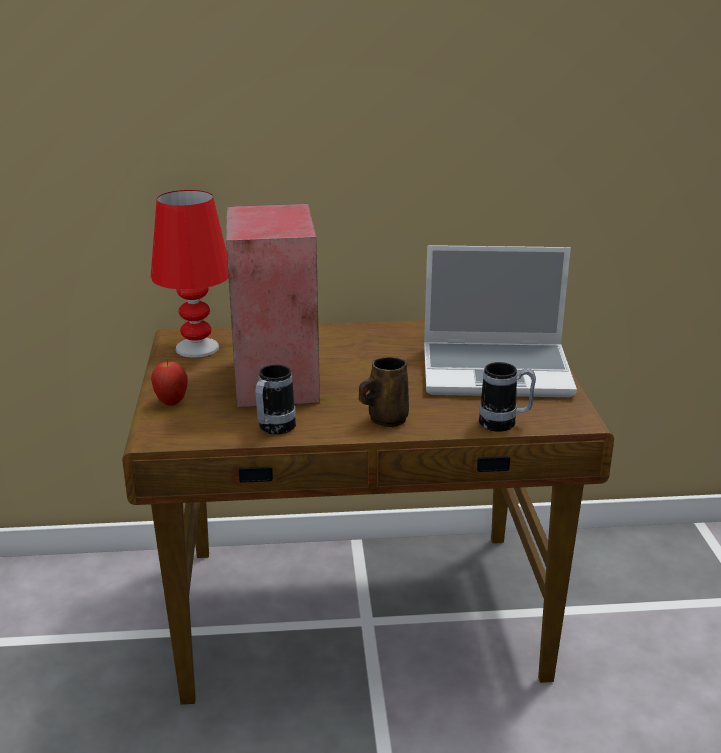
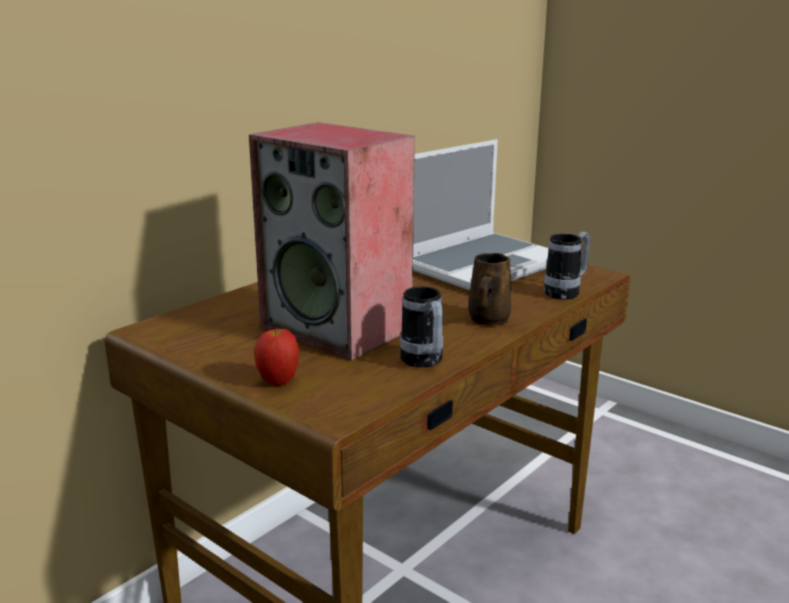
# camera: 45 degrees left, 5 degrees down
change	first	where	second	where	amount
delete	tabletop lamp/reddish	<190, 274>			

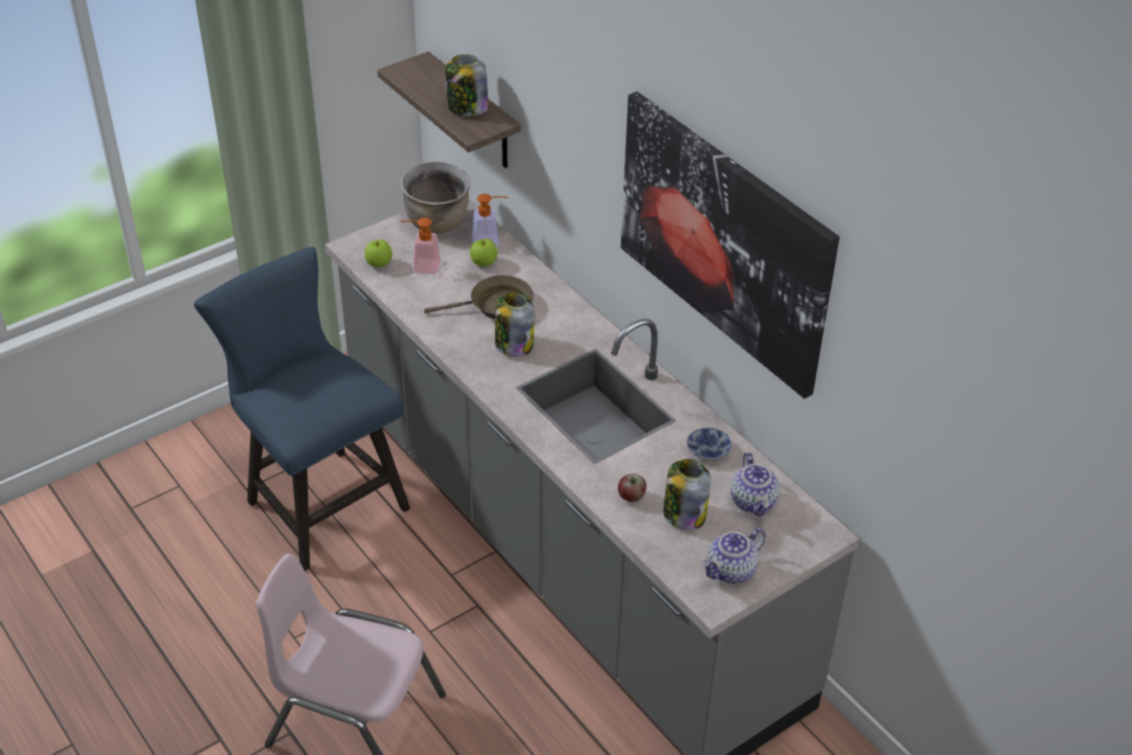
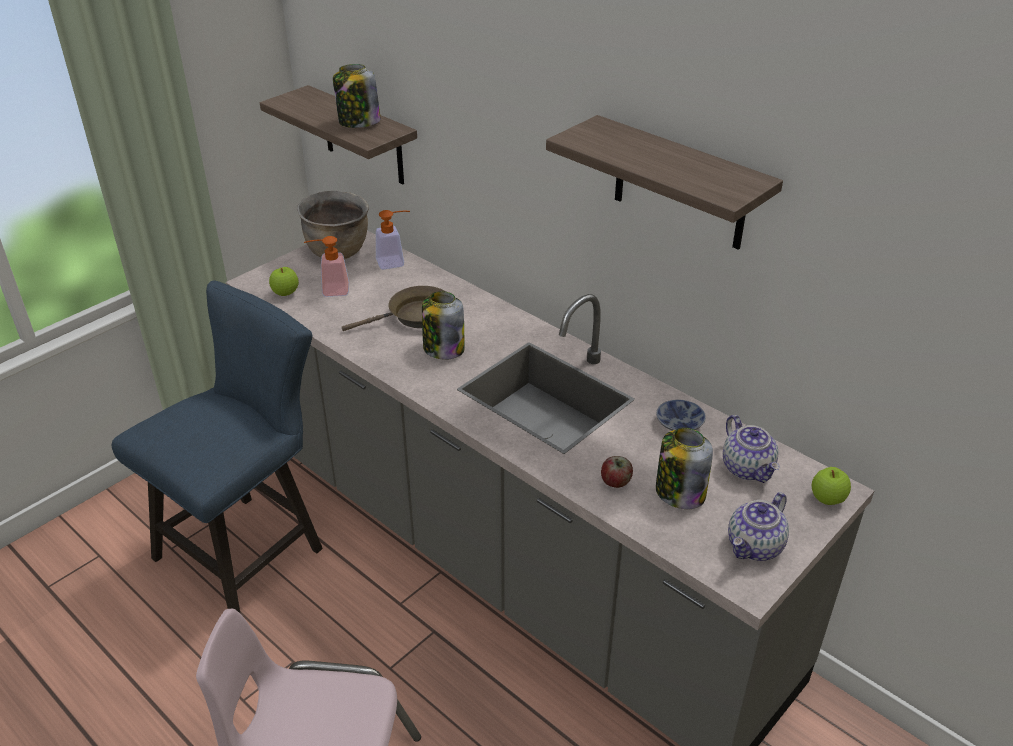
# camera: 10 degrees left, 5 degrees down
change	first	where	second	where	amount
move	whole apple	<484, 252>		<831, 486>	
replace	wall picture	<730, 245>	wall shelf	<664, 182>	
rotate	upright chair/bluish	<302, 409>		<217, 447>	90 degrees clockwise

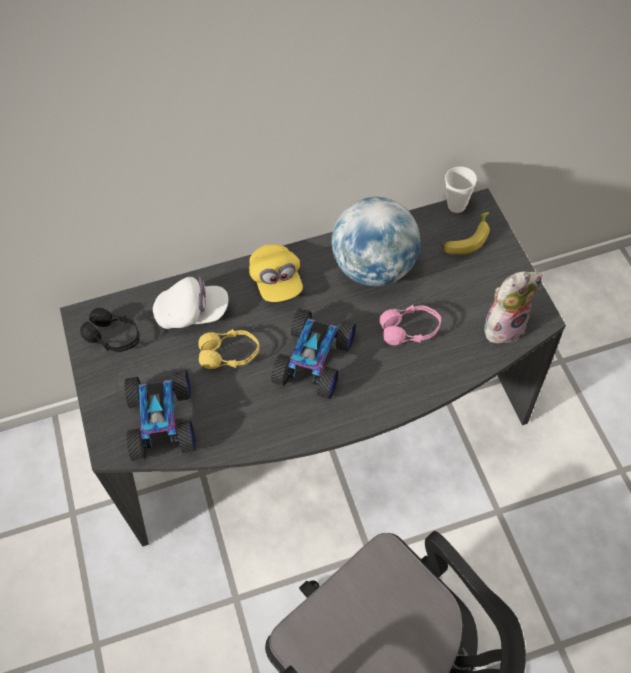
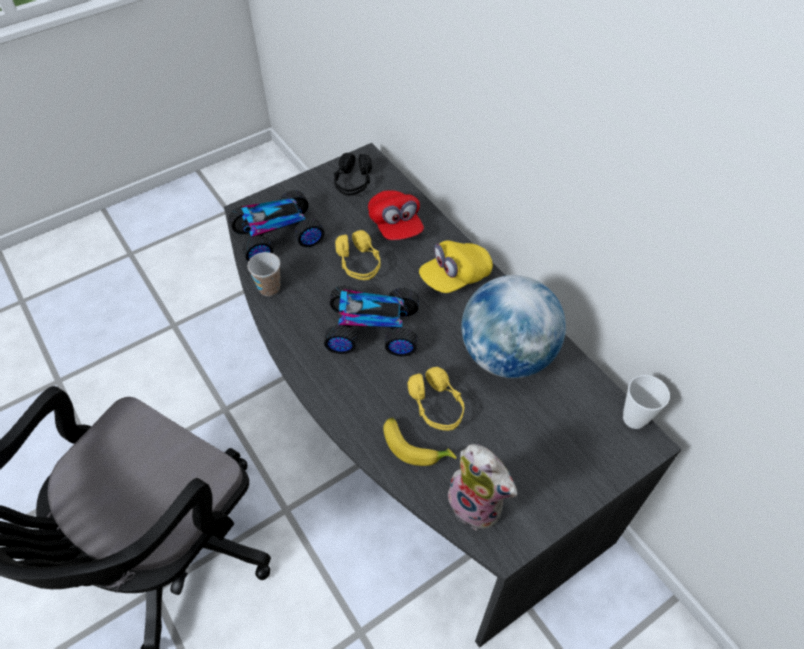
# camera: 70 degrees right, 5 degrees down
change	first	where	second	where	amount
insert			cup	<264, 274>	
move	banana	<466, 233>		<419, 441>	
recolor	peaked cap/whitish	<190, 302>	peaked cap/reddish	<396, 215>	
recolor	pair of headphones/pink	<410, 325>	pair of headphones/yellow	<436, 399>	

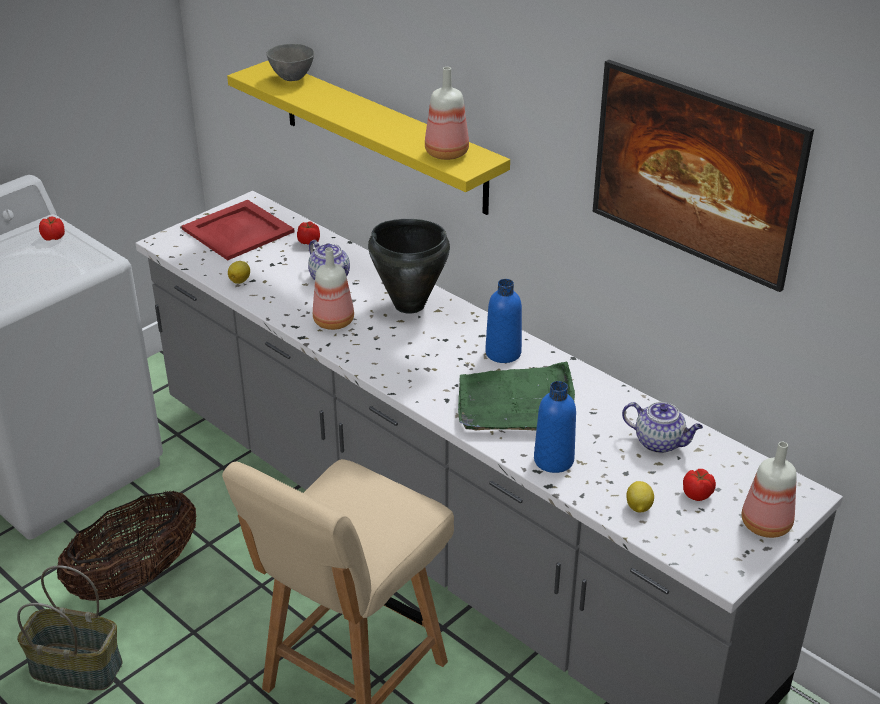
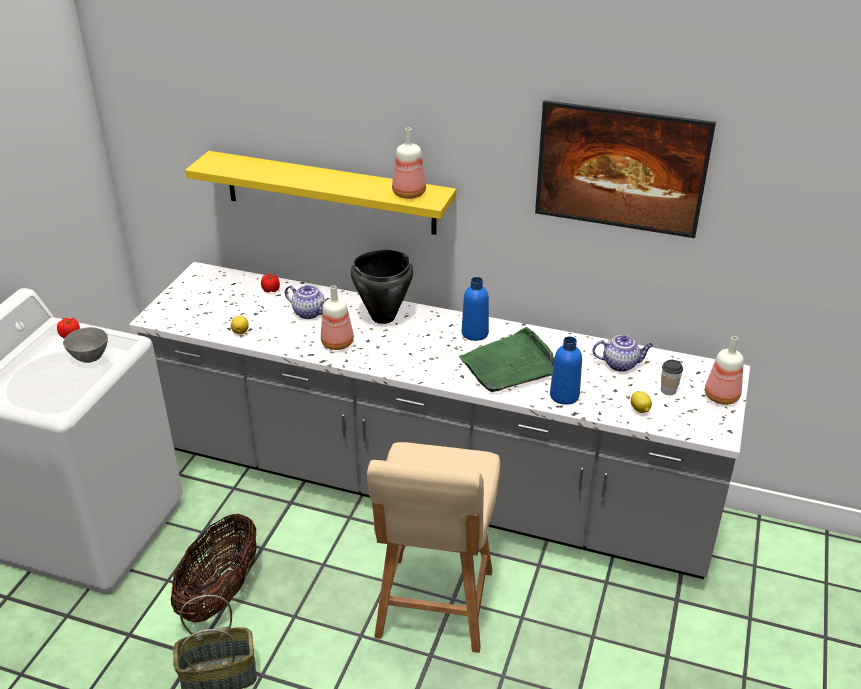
# camera: 25 degrees left, 0 degrees up
change	first	where	second	where	amount
delete	carrying tray/reddish	<238, 230>			
move	deep dish/grey	<290, 62>		<85, 345>	
replace	tomato	<699, 485>	cup	<672, 377>	

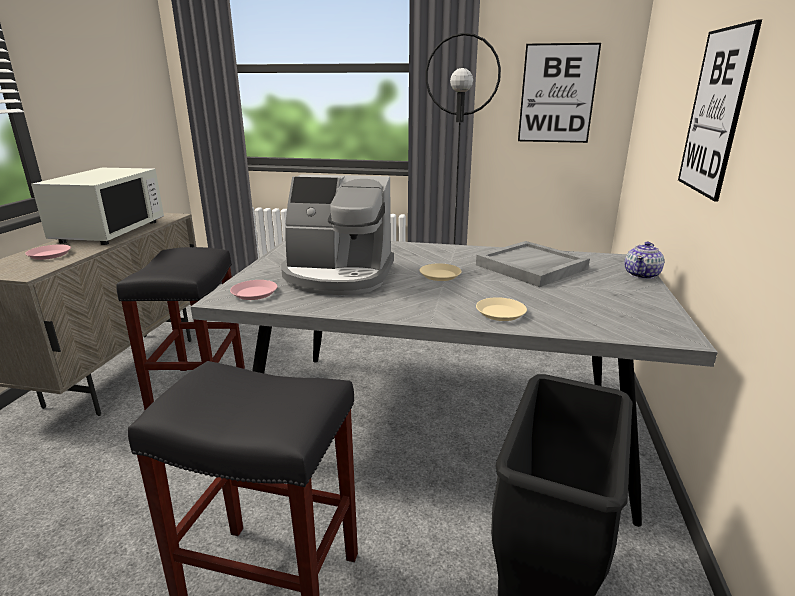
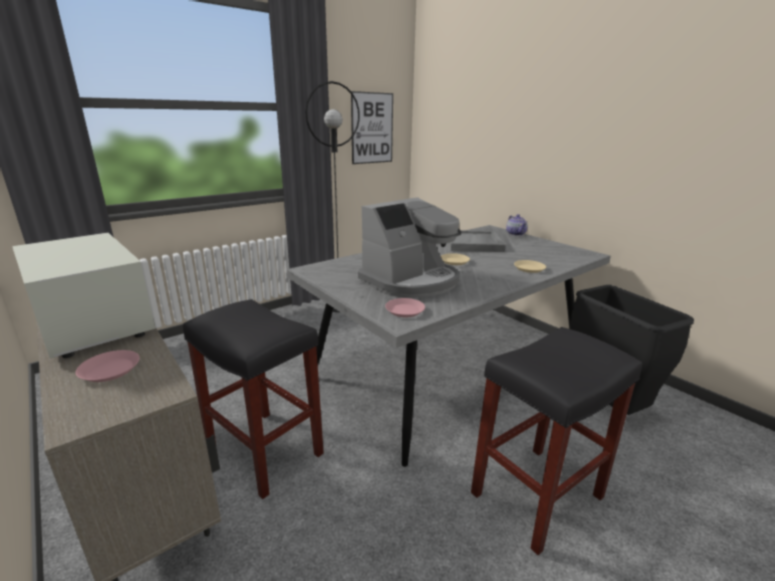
# camera: 50 degrees left, 0 degrees up
change	first	where	second	where	amount
delete	wall picture	<720, 110>			

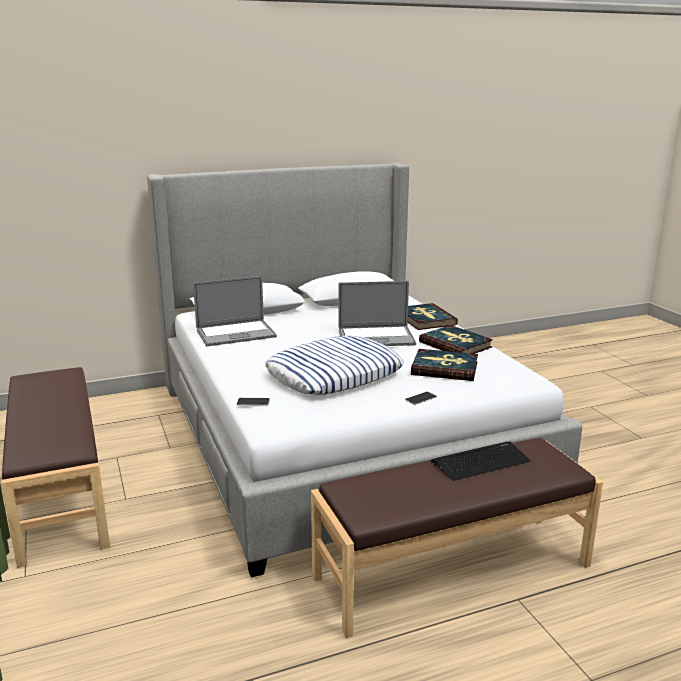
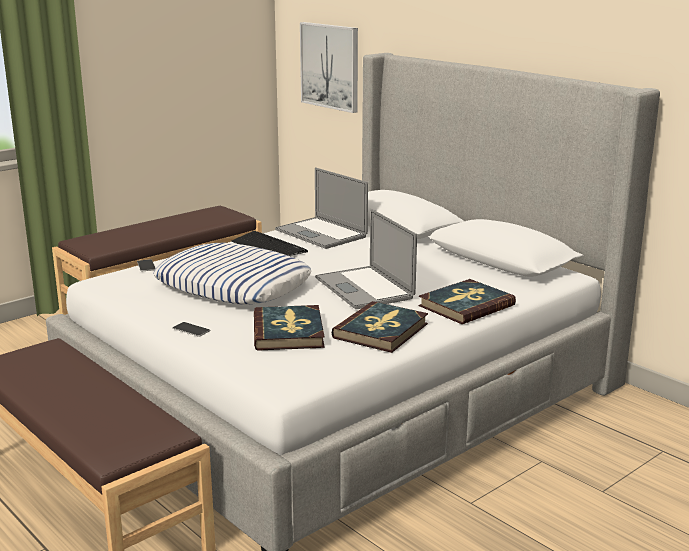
# camera: 70 degrees right, 0 degrees up
change	first	where	second	where	amount
insert			wall picture	<329, 67>	
move	PC keyboard	<480, 461>		<269, 243>	

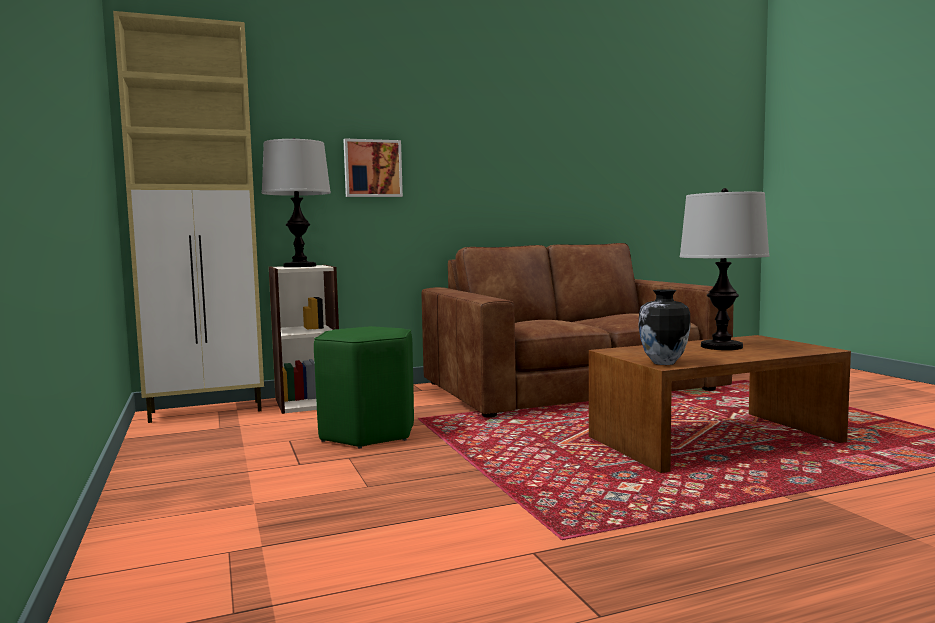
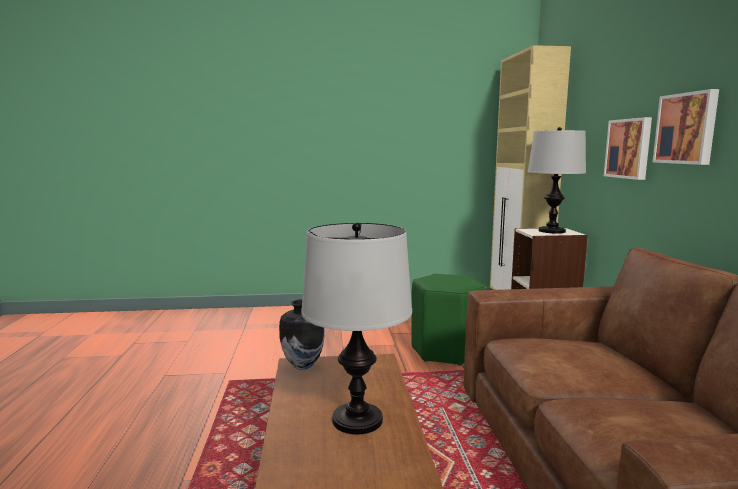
# camera: 105 degrees right, 5 degrees up
change	first	where	second	where	amount
insert			wall picture	<686, 127>	

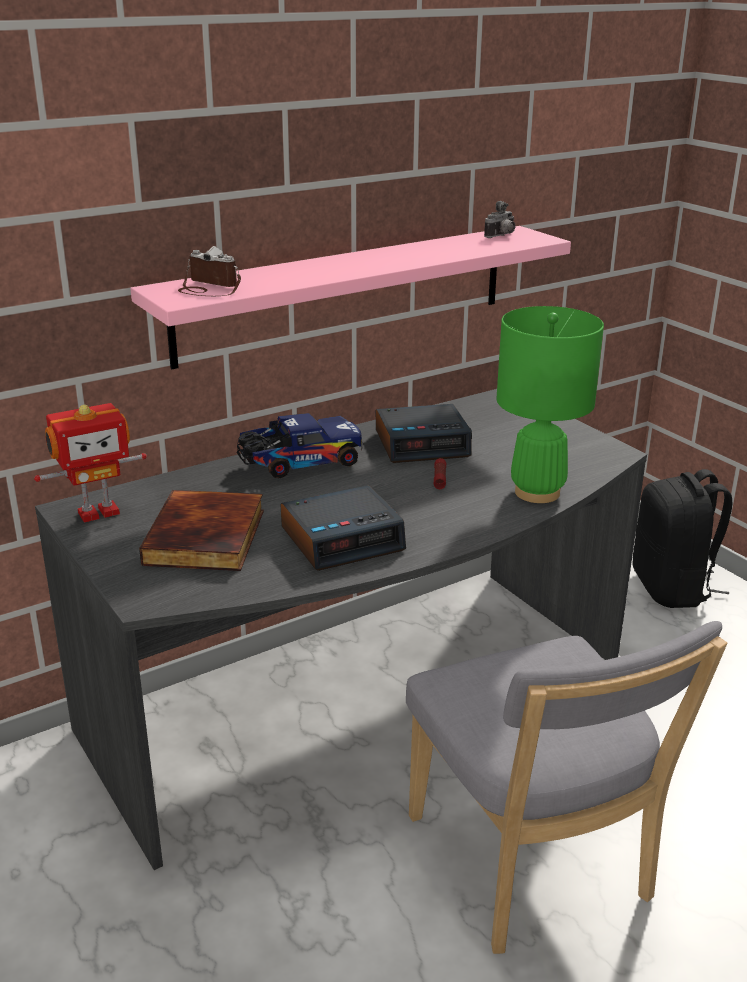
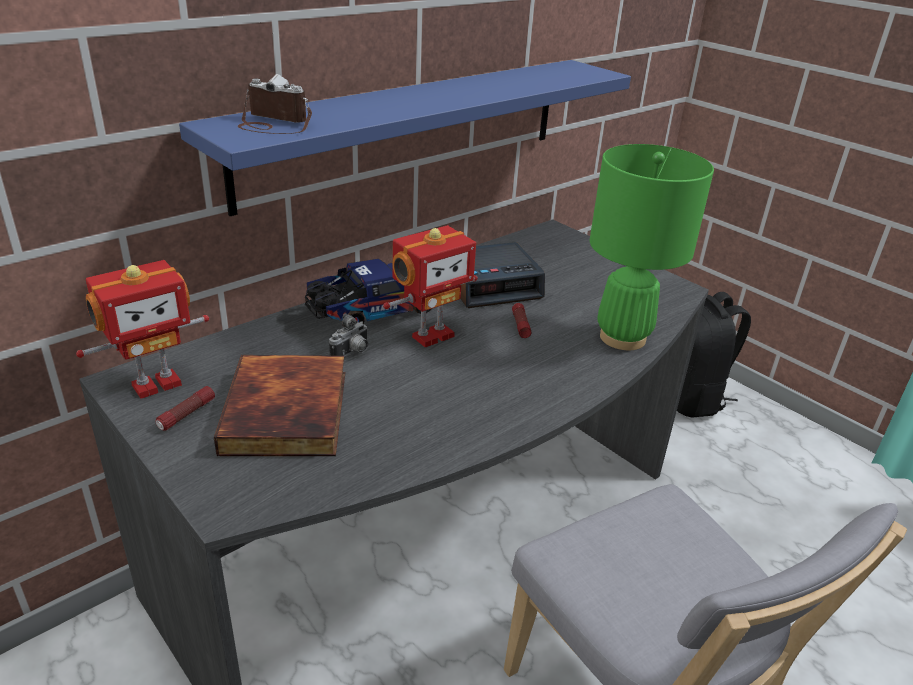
# camera: 10 degrees left, 5 degrees up
change	first	where	second	where	amount
delete	bedside clock	<343, 528>			
insert			hand torch	<185, 408>	
insert			robot figure	<430, 286>	
move	still camera	<500, 219>		<348, 335>	
recolor	wall shelf/pink	<350, 297>	wall shelf/bluish	<405, 138>	

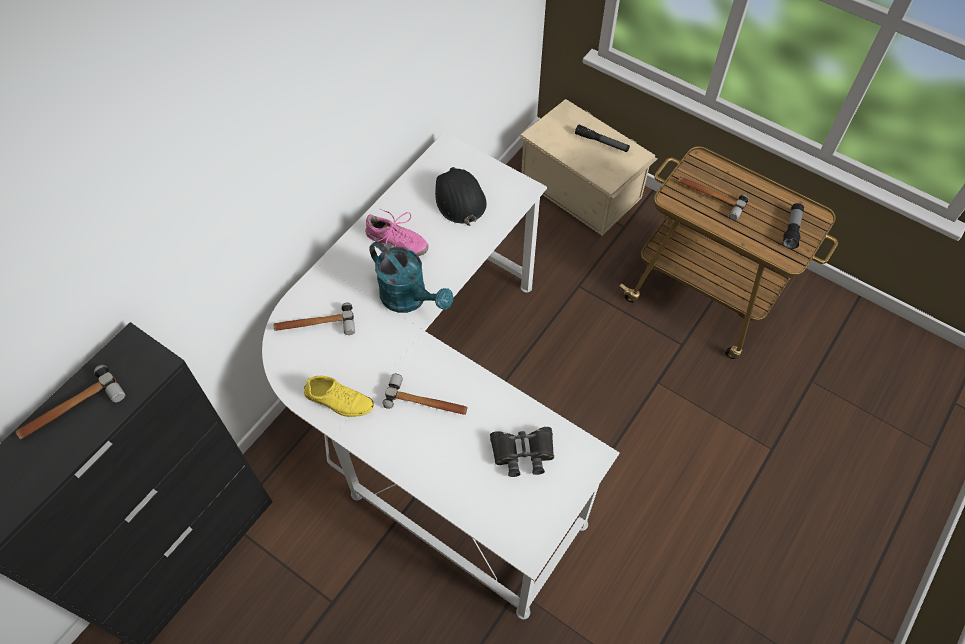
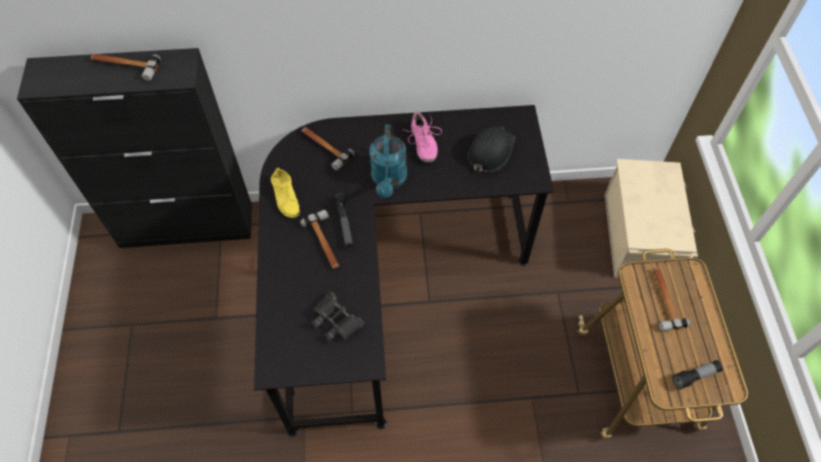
# camera: 50 degrees right, 0 degrees up
change	first	where	second	where	amount
move	hand torch	<602, 138>		<343, 220>	
recolor	desk unit/whitish	<441, 375>	desk unit/black-coloured	<404, 270>	

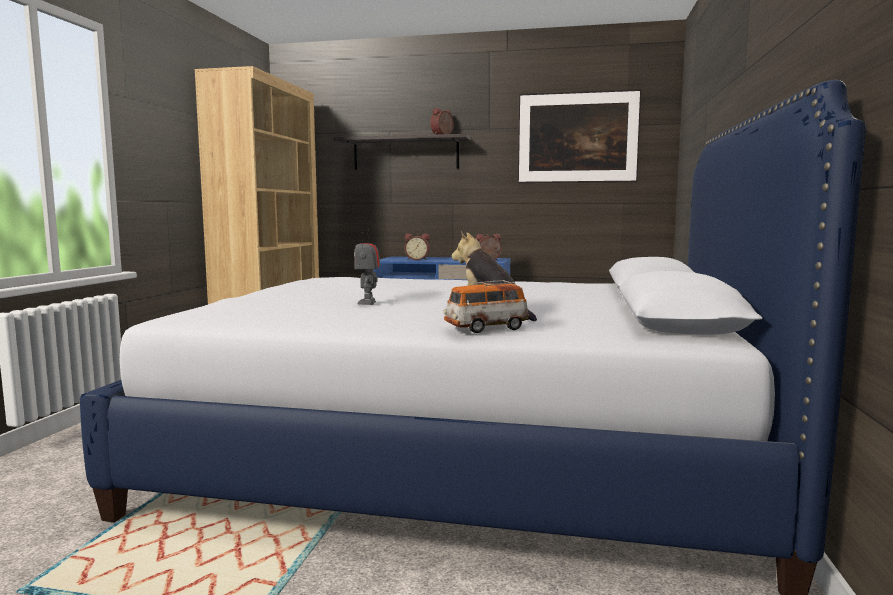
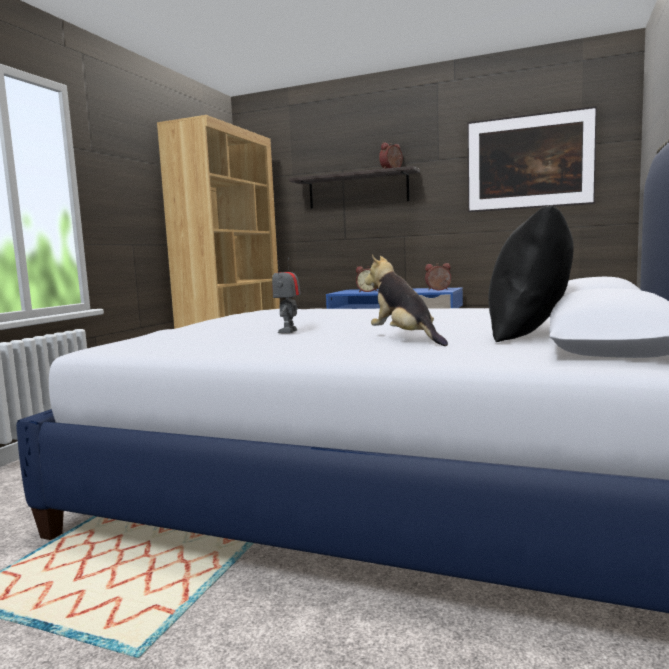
# camera: 10 degrees right, 0 degrees up
change	first	where	second	where	amount
delete	toy car	<486, 306>			
insert			cushion/black-coloured	<531, 274>	

